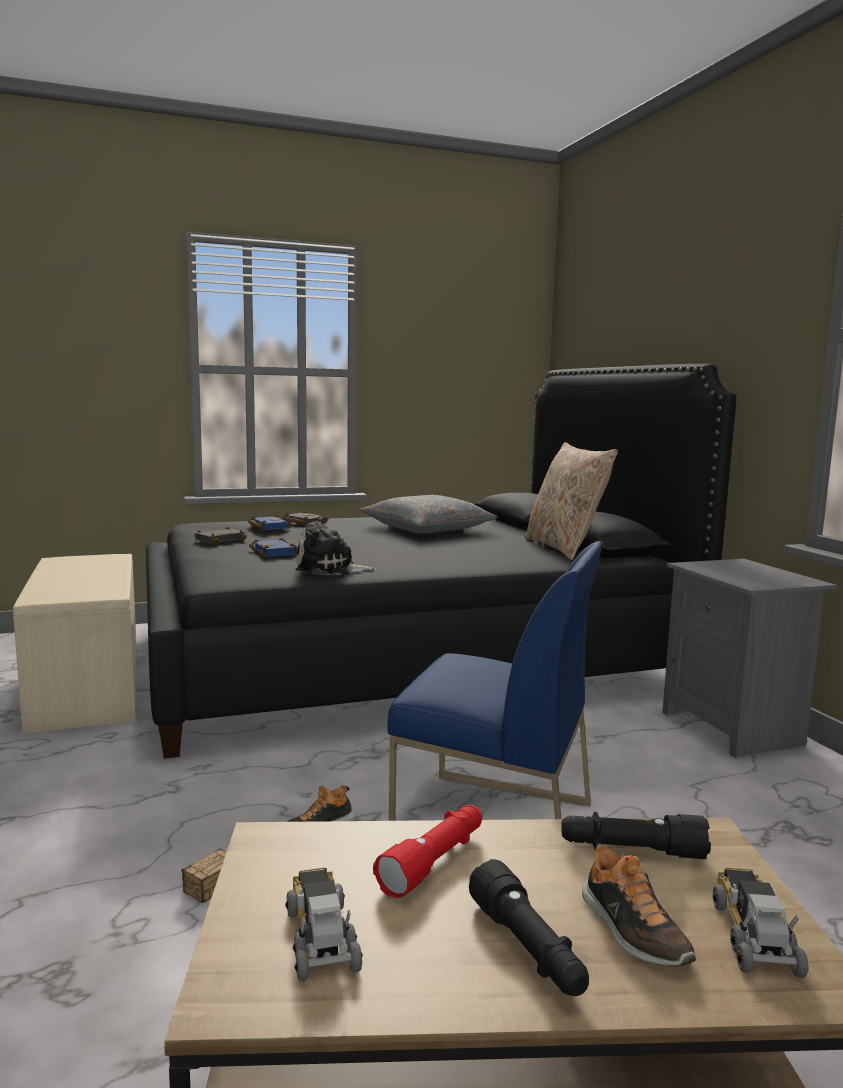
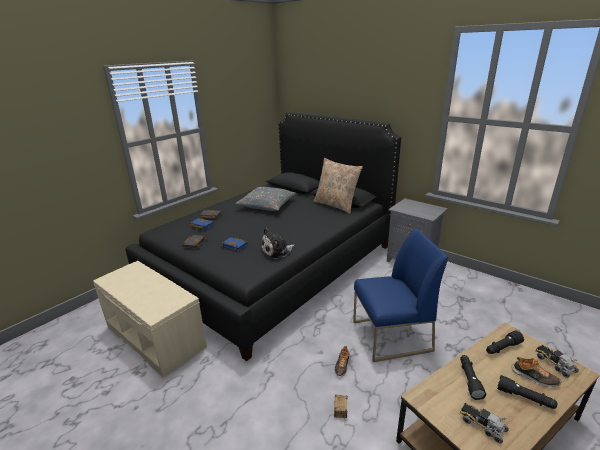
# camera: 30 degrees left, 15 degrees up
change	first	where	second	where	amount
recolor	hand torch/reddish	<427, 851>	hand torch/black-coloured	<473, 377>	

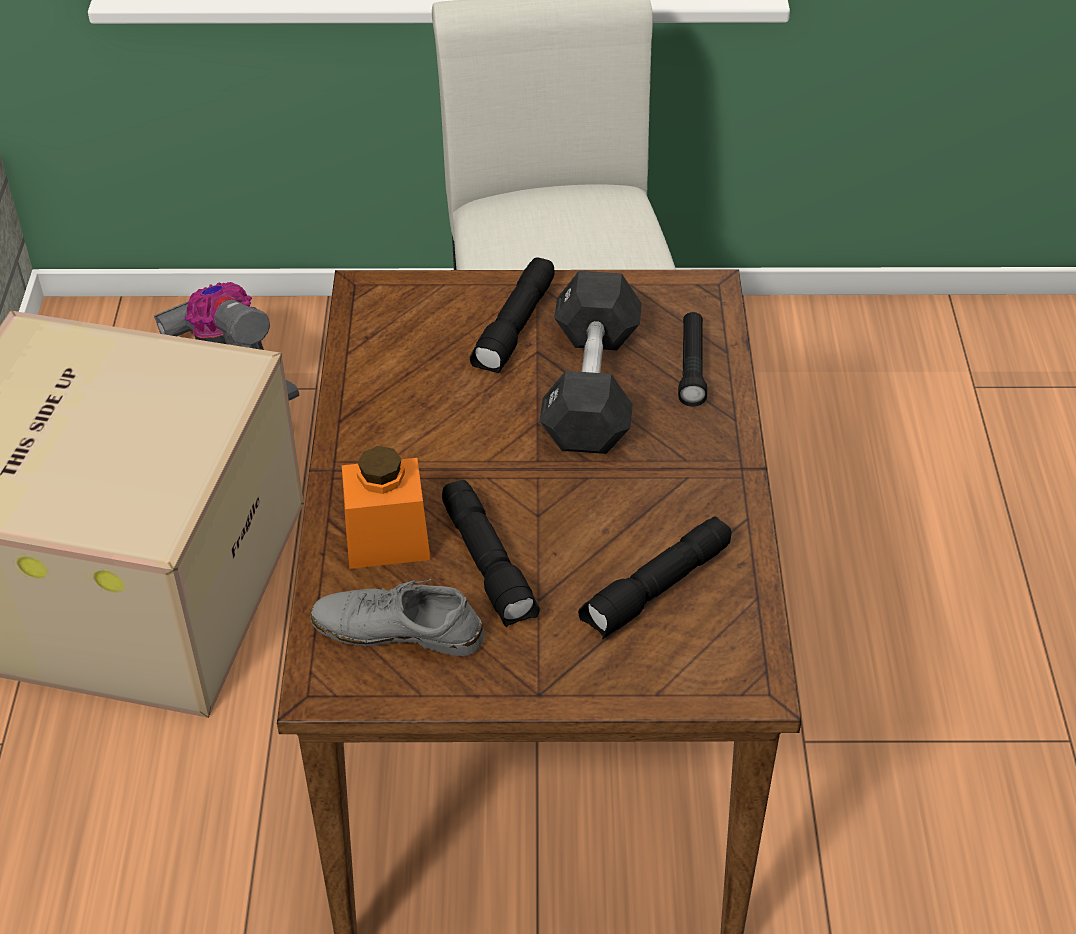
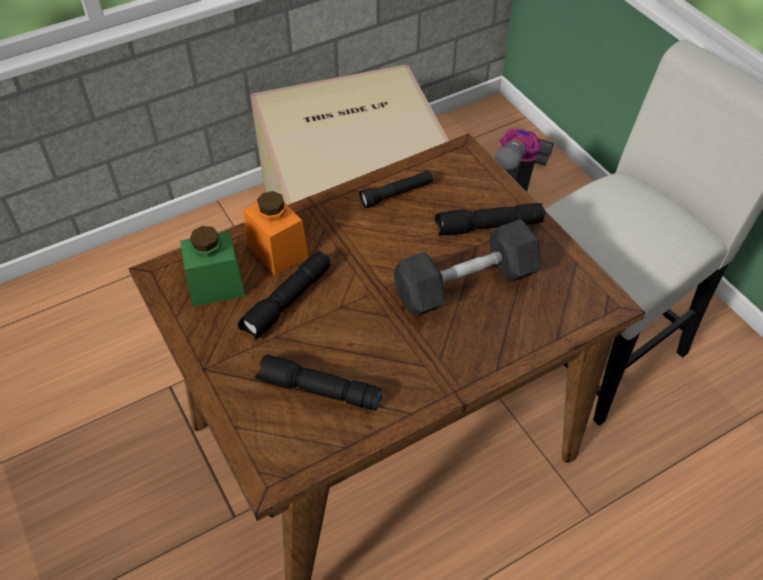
# camera: 60 degrees right, 5 degrees up
change	first	where	second	where	amount
move	hand torch/black-coloured	<692, 359>		<396, 190>	
replace	shoe/grey	<397, 617>	storage jar/green-coloured	<212, 266>	

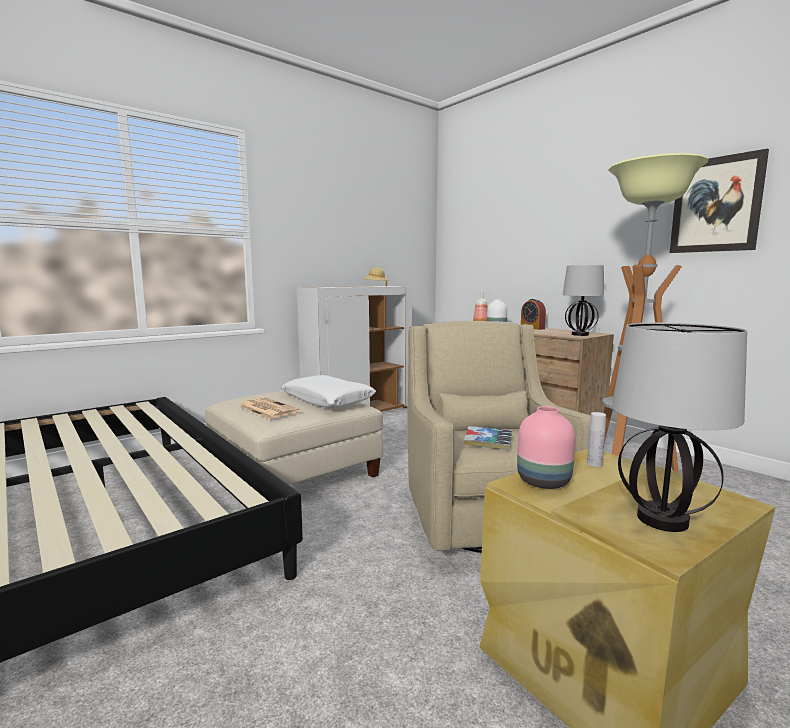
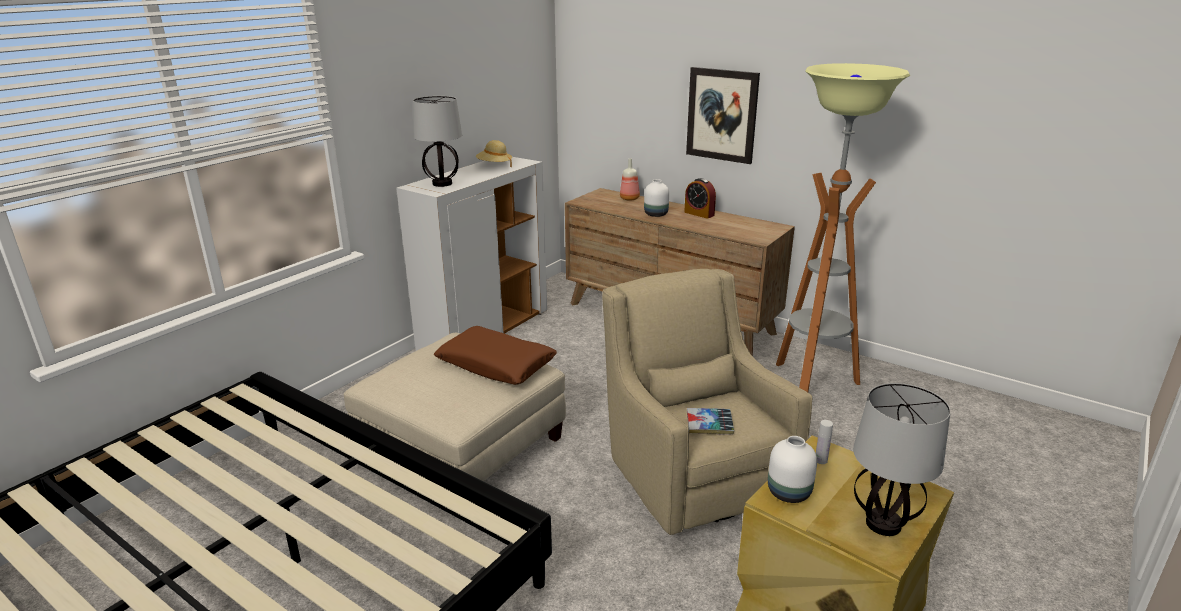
# camera: 15 degrees left, 15 degrees up
change	first	where	second	where	amount
delete	printed paper	<269, 408>			
move	tabletop lamp	<583, 300>		<437, 141>	
move	wall picture	<719, 201>		<723, 115>	
recolor	cushion/whitish	<328, 391>	cushion/brown	<495, 355>	
recolor	vase/pink	<546, 447>	vase/whitish	<792, 469>	

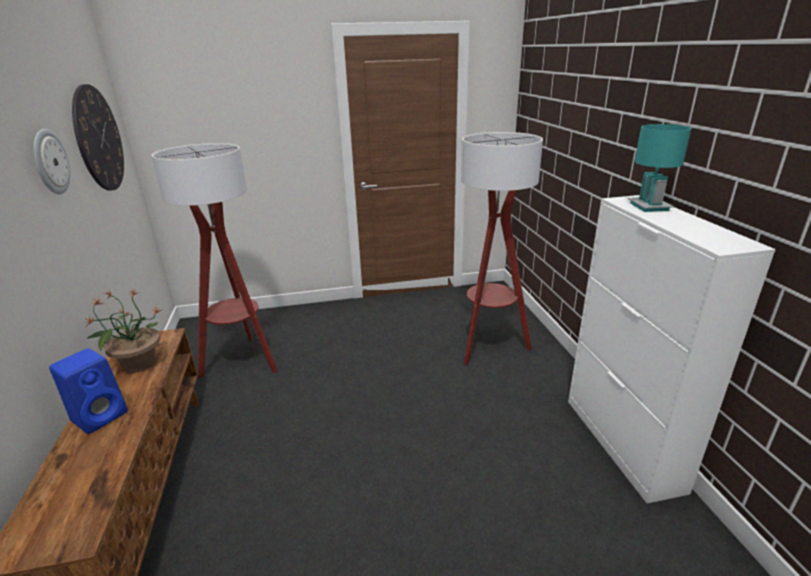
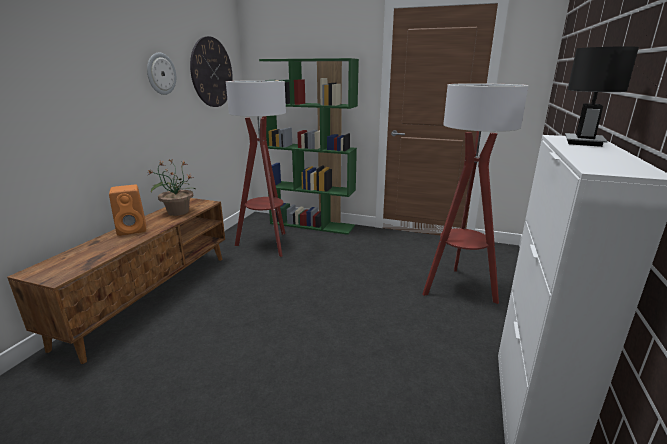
# camera: 30 degrees right, 5 degrees down
change	first	where	second	where	amount
insert			bookcase/green-coloured	<309, 146>	
recolor	speaker/bluish	<88, 391>	speaker/orange	<127, 210>	
recolor	tabletop lamp/blue-green	<660, 168>	tabletop lamp/black-coloured	<602, 96>	

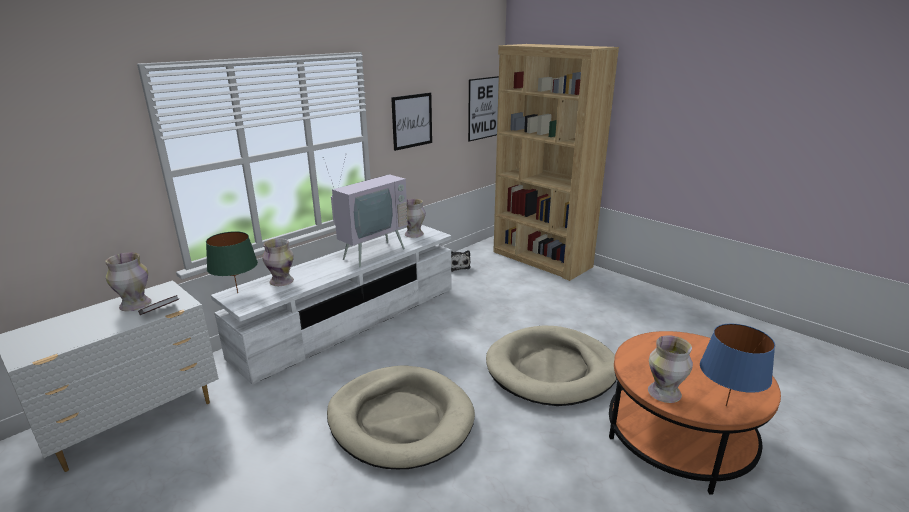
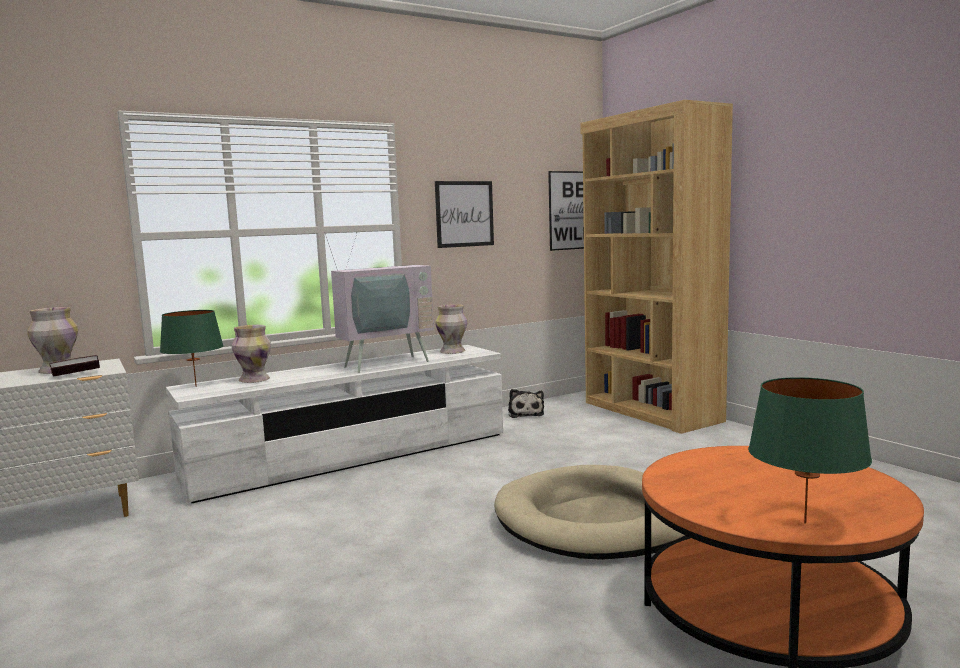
# camera: 15 degrees right, 15 degrees down
change	first	where	second	where	amount
delete	pet bed/sand-coloured	<401, 417>			
delete	vase	<670, 369>			
recolor	tabletop lamp/bluish	<737, 365>	tabletop lamp/green-coloured	<810, 450>	

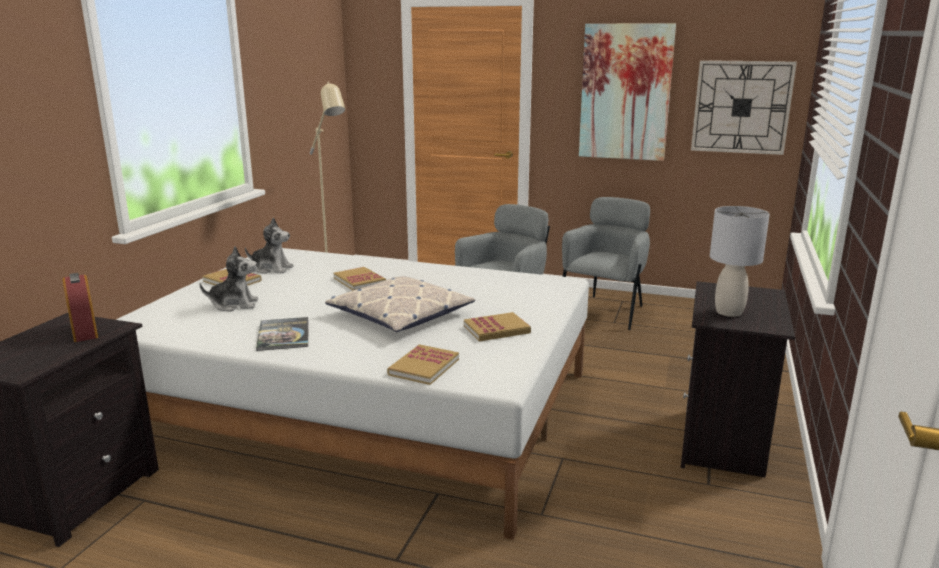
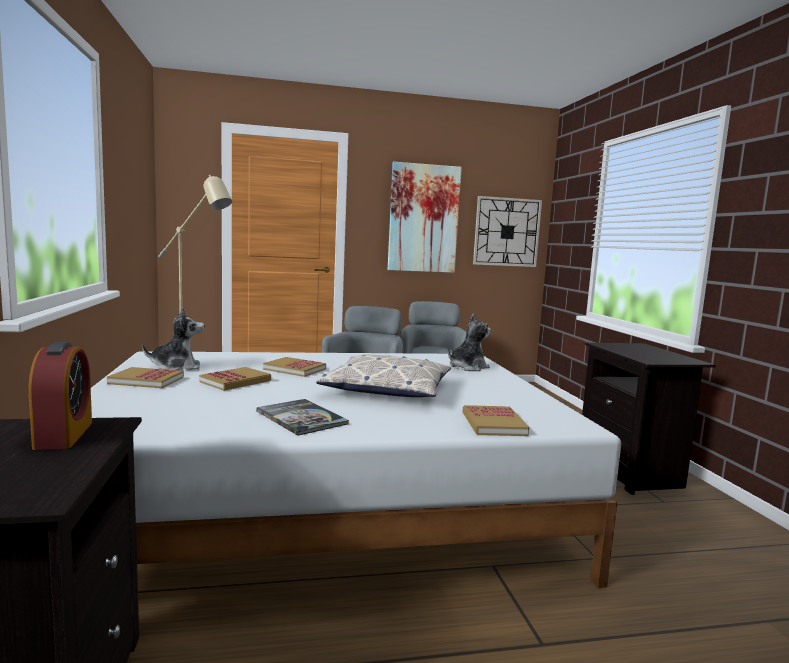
# camera: 30 degrees left, 10 degrees down
change	first	where	second	where	amount
delete	tabletop lamp/grey	<740, 261>			
move	soft toy	<228, 279>		<469, 342>	
move	bound book	<497, 326>		<235, 379>	
rotate	bedside clock	<80, 307>		<60, 396>	135 degrees counterclockwise

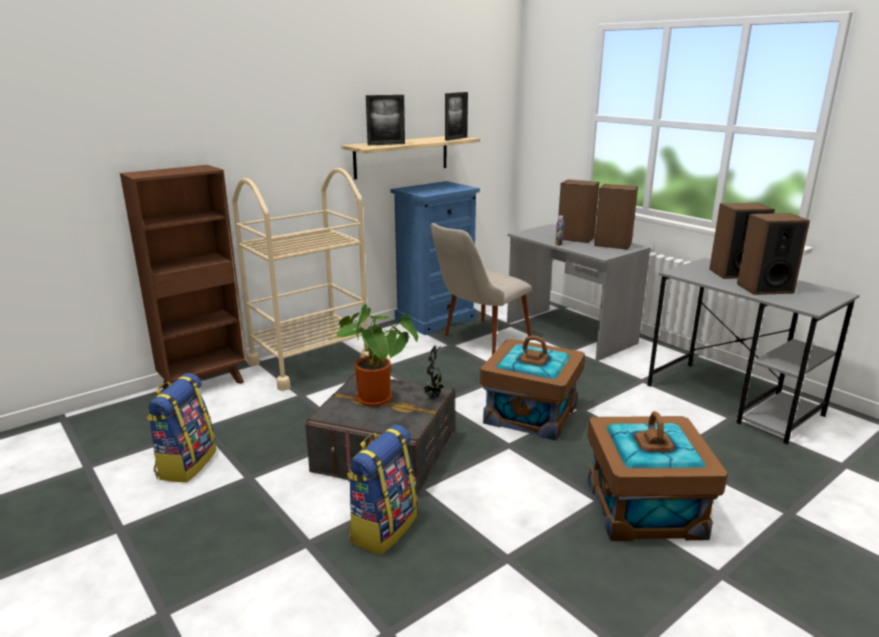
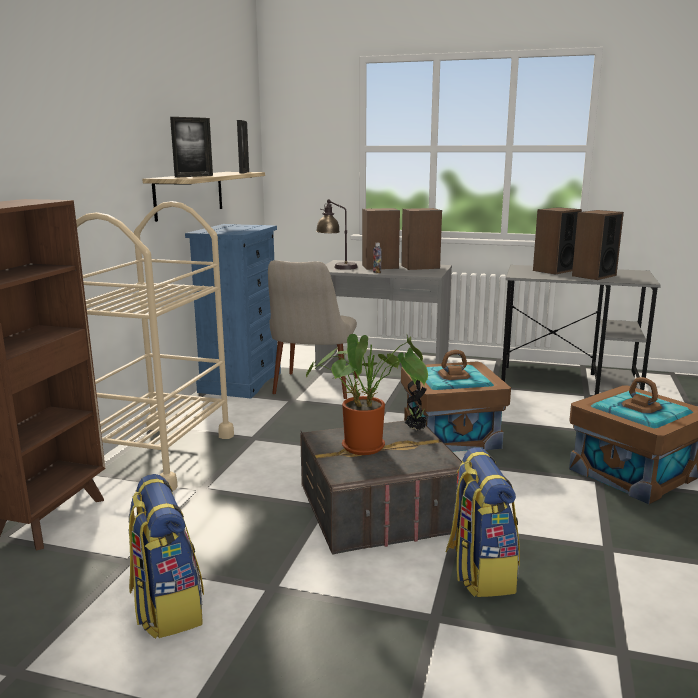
# camera: 35 degrees left, 5 degrees down
change	first	where	second	where	amount
insert			tabletop lamp	<337, 234>	

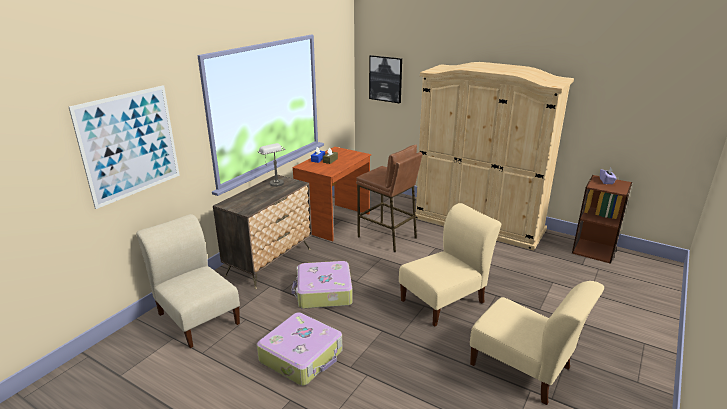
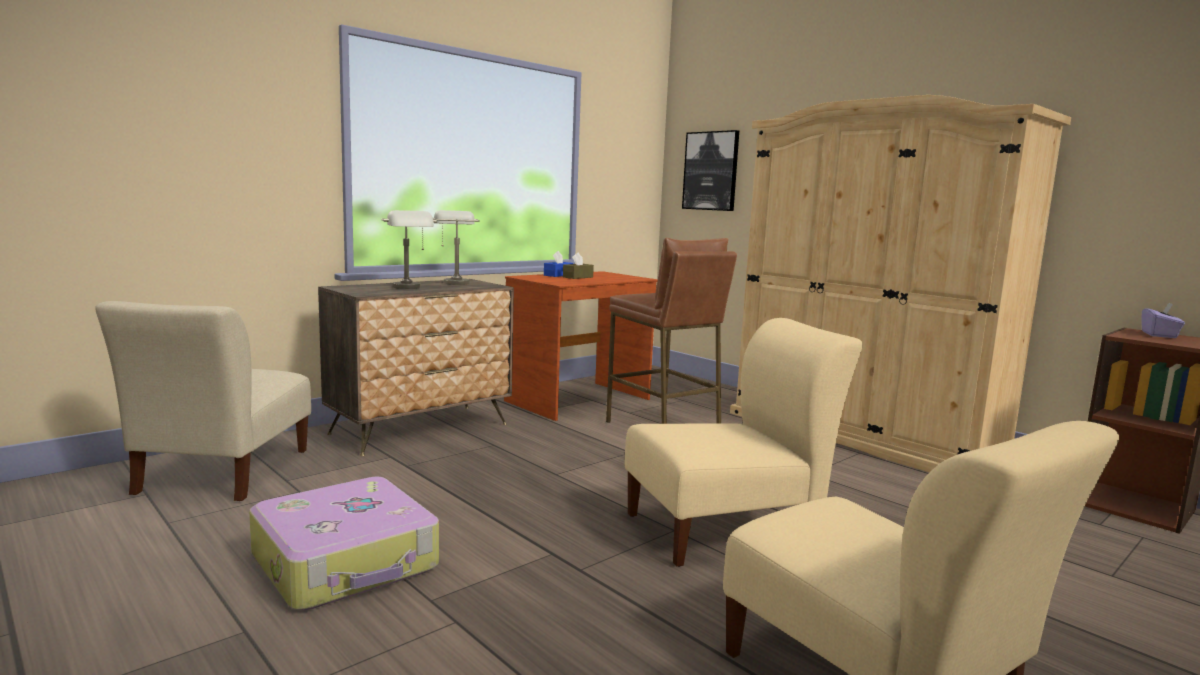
# camera: 15 degrees right, 15 degrees down
change	first	where	second	where	amount
delete	wall picture	<124, 147>			
delete	piece of luggage	<322, 285>			
insert			tabletop lamp/grey	<409, 249>	
rotate	upright chair/sand-coloured	<188, 281>		<203, 401>	150 degrees counterclockwise

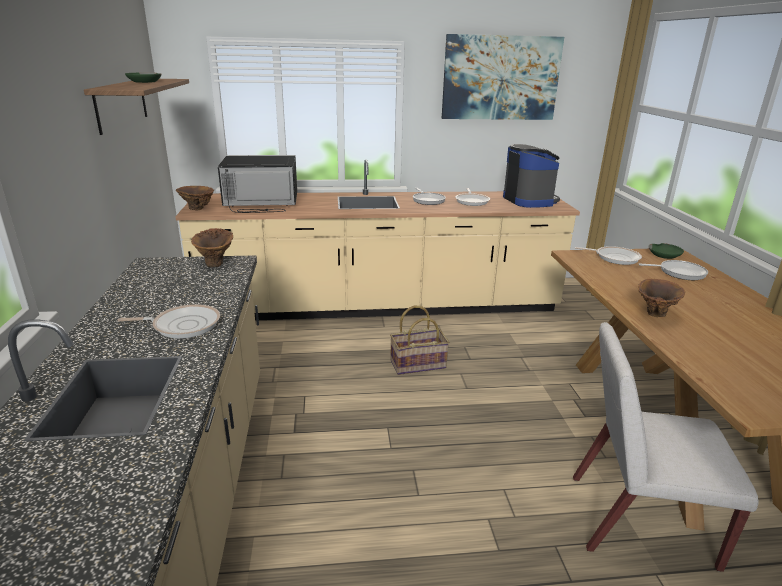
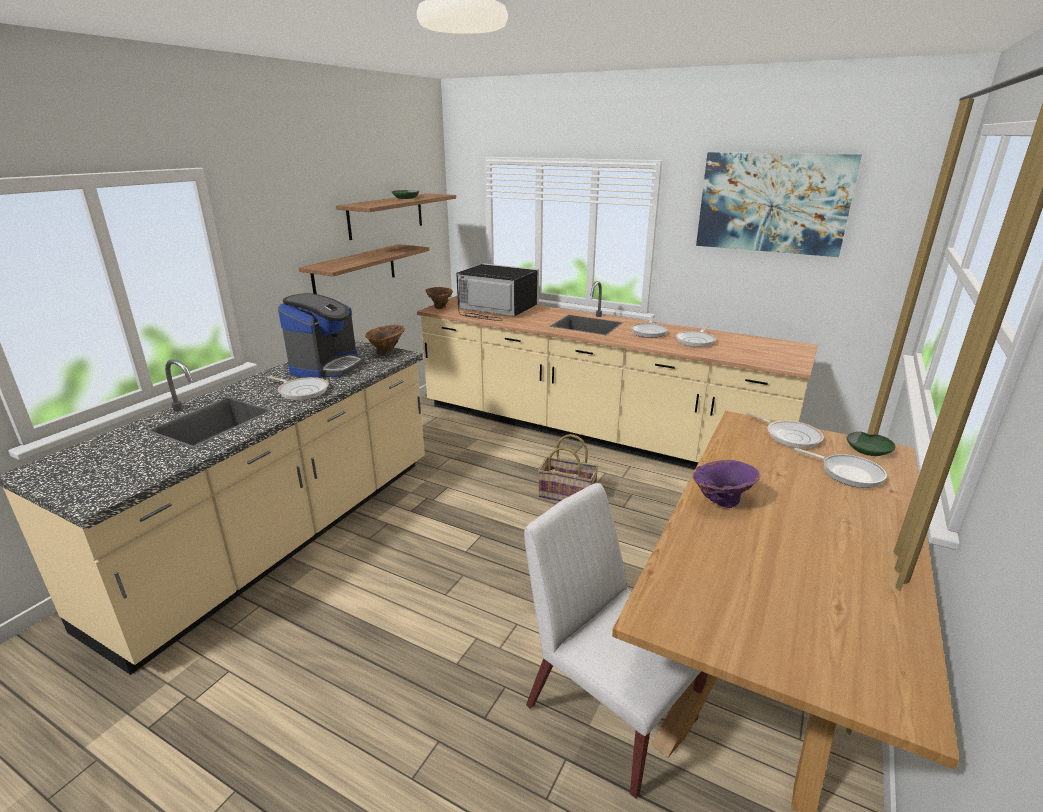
# camera: 35 degrees right, 0 degrees up
change	first	where	second	where	amount
insert			wall shelf	<364, 269>	
move	coffee maker	<531, 176>		<321, 335>	
recolor	vase/brown	<661, 298>	vase/purple-coloured	<727, 484>	

